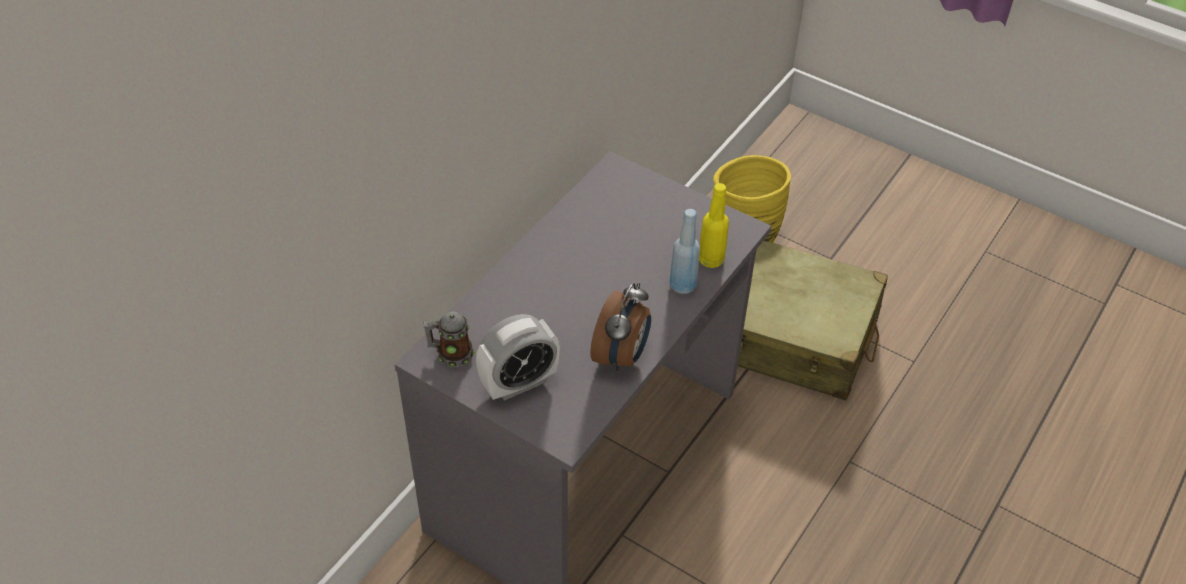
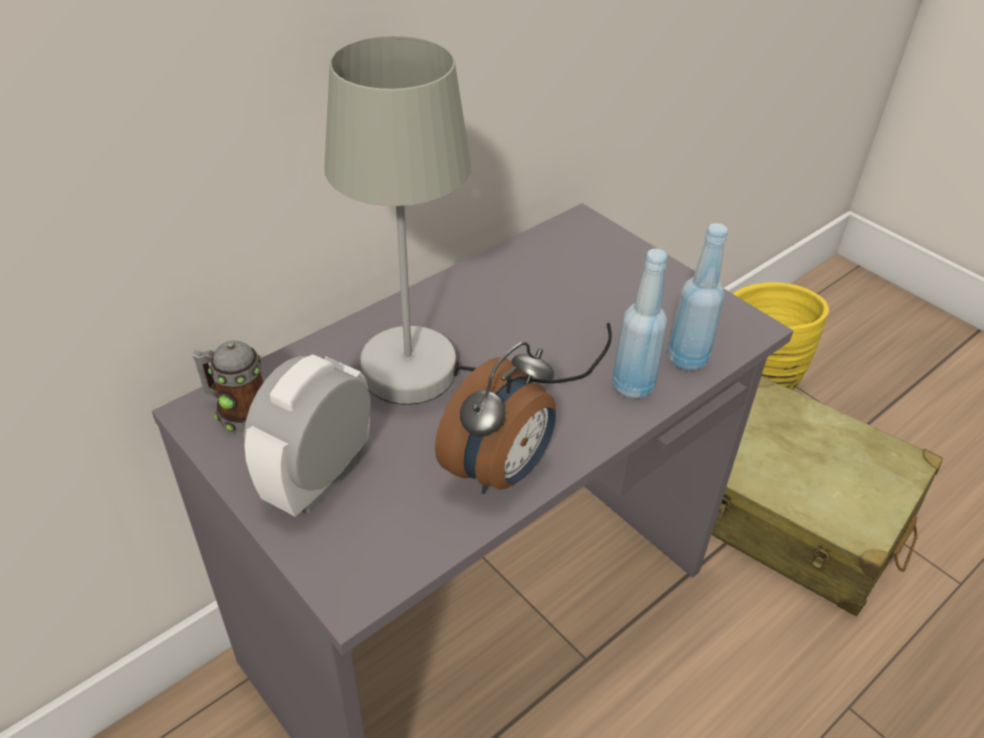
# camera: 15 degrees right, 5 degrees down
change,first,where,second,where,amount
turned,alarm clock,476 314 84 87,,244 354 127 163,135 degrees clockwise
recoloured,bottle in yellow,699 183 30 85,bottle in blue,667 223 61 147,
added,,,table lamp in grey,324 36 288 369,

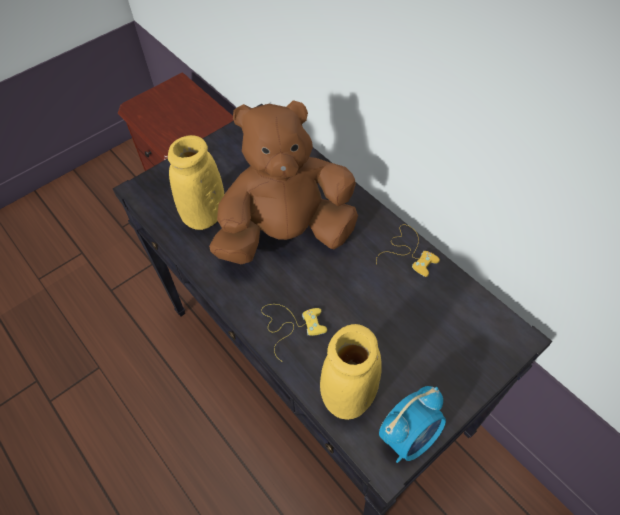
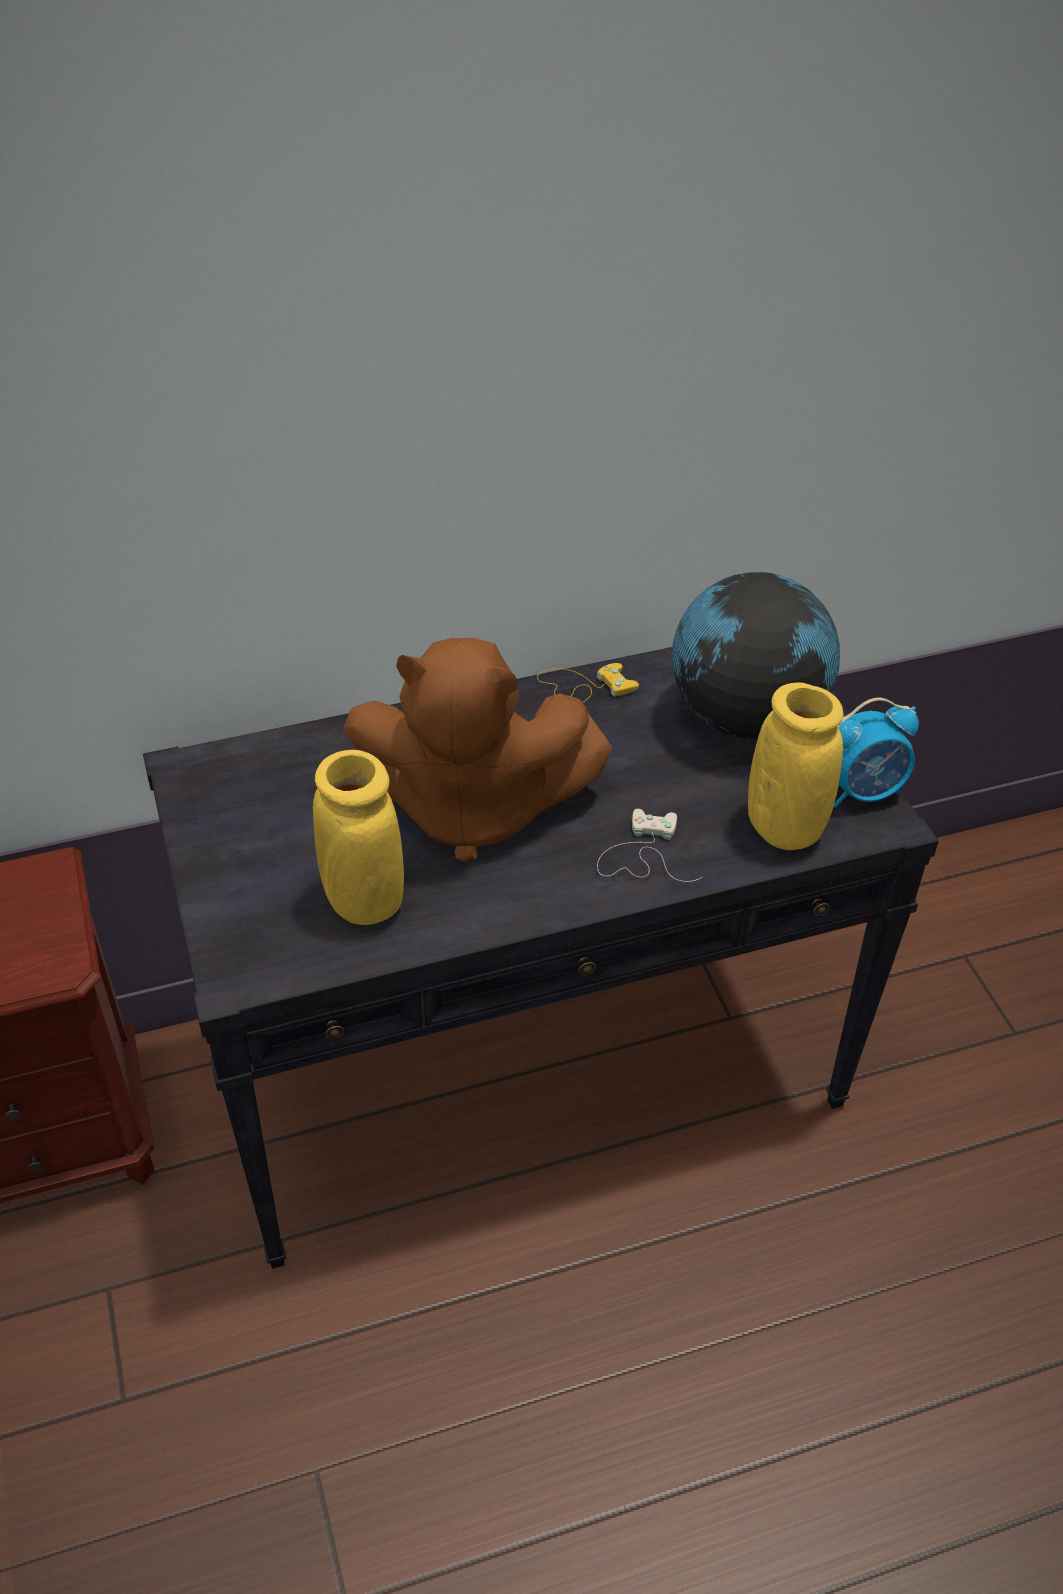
# camera: 70 degrees left, 10 degrees down
change,first,where,second,where,amount
turned,plush toy in brown,209 100 149 164,,343 638 269 225,90 degrees counterclockwise
recoloured,game controller in yellow,261 304 66 58,game controller in white,597 809 106 73,
turned,alarm clock,379 386 67 77,,834 698 85 110,90 degrees clockwise
added,,,globe,672 572 168 167,

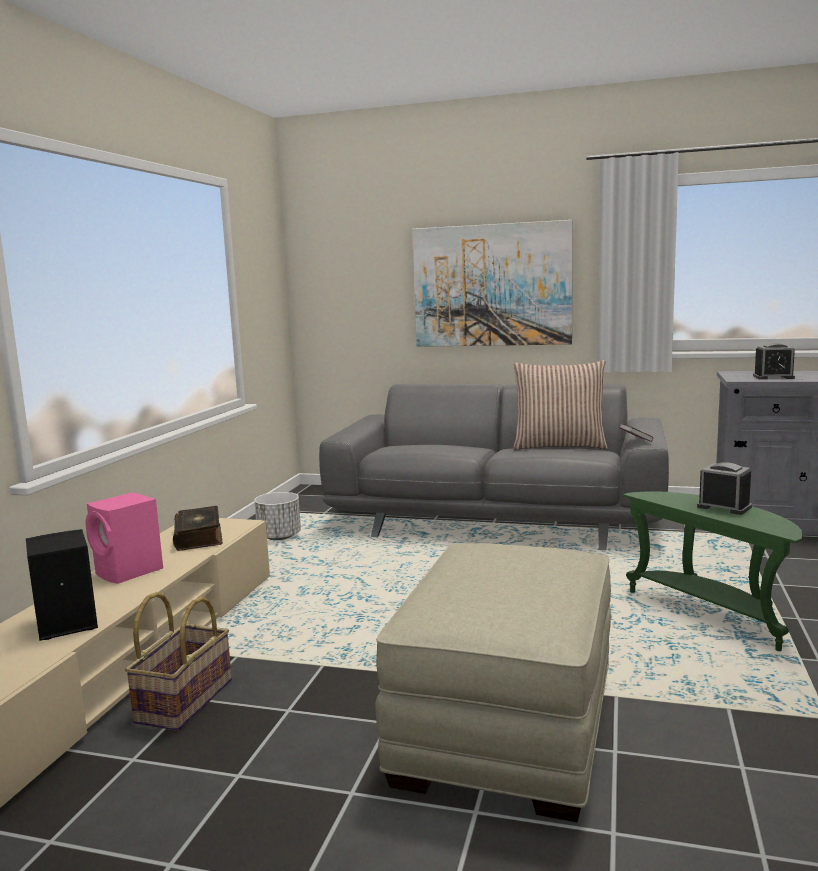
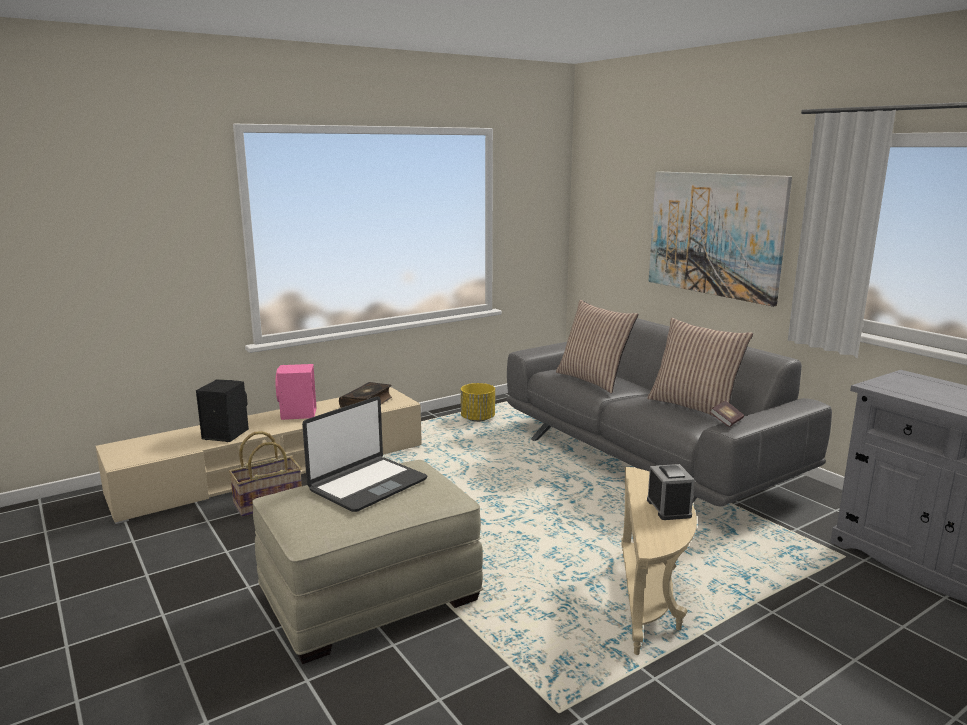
# camera: 40 degrees right, 5 degrees up
change,first,where,second,where,amount
recoloured,planter in white,254 492 47 48,planter in yellow,461 383 34 39,
recoloured,side table in green,622 491 181 160,side table in beige,621 467 76 188,
removed,alarm clock,753 343 42 36,,,
added,,,laptop,302 396 125 116,
added,,,pillow,556 300 82 93,

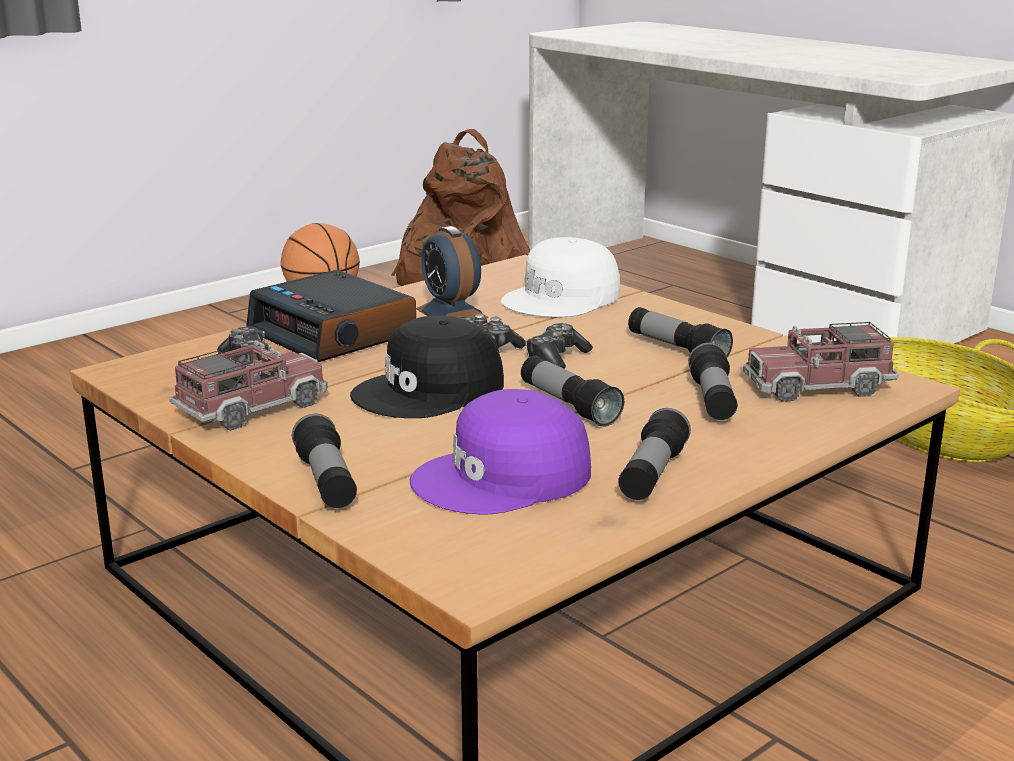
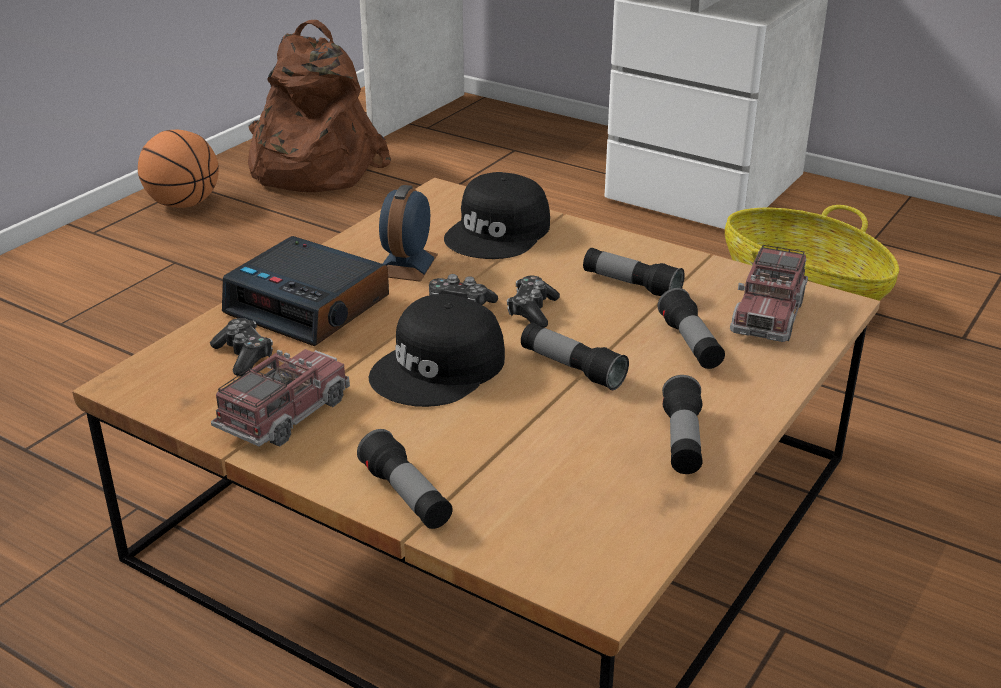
# camera: 15 degrees left, 10 degrees up
change,first,where,second,where,amount
removed,cap in purple,410 389 181 126,,,
turned,alarm clock,416 226 72 93,,379 185 59 97,60 degrees clockwise
recoloured,cap in white,501 237 119 80,cap in black,444 172 106 87,
turned,toy truck,743 322 156 80,,730 245 78 97,45 degrees counterclockwise

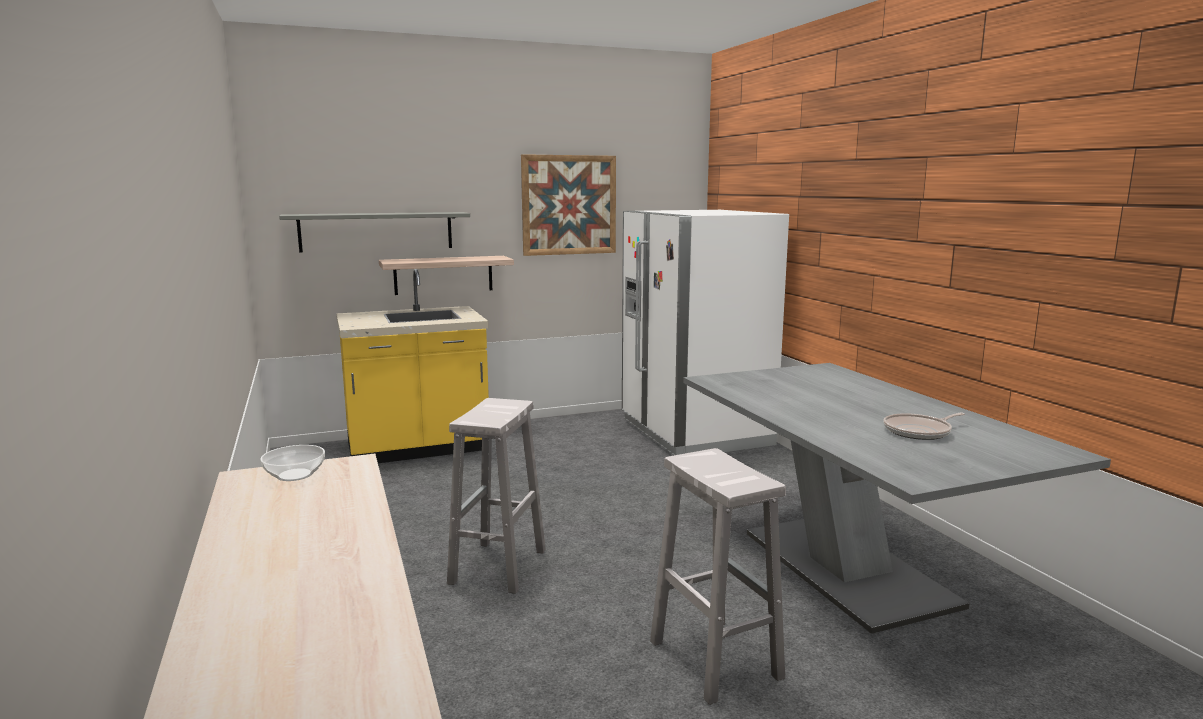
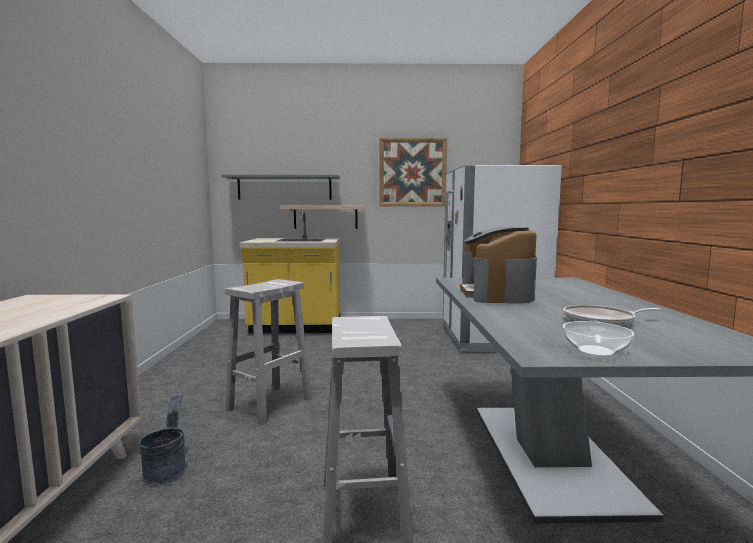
# camera: 20 degrees right, 5 degrees down
change,first,where,second,where,amount
moved,bowl,260 445 65 36,,563 321 72 36,
added,,,bucket in grey,139 393 47 91,
added,,,coffee machine,460 227 77 76,

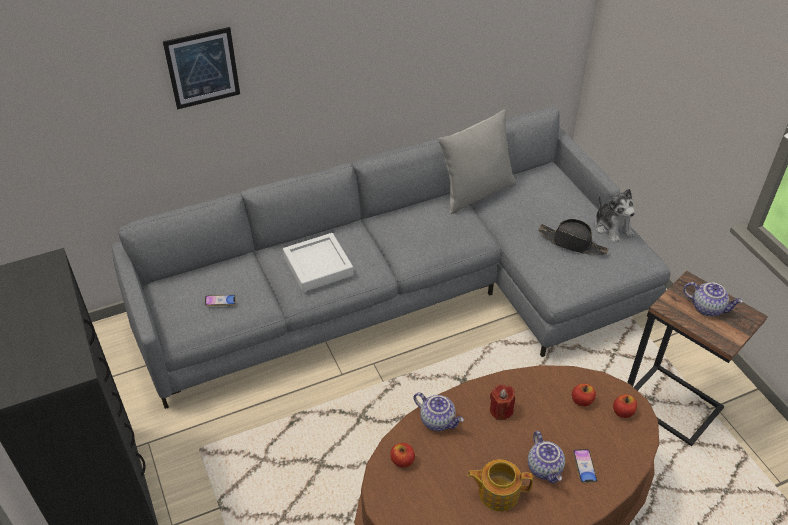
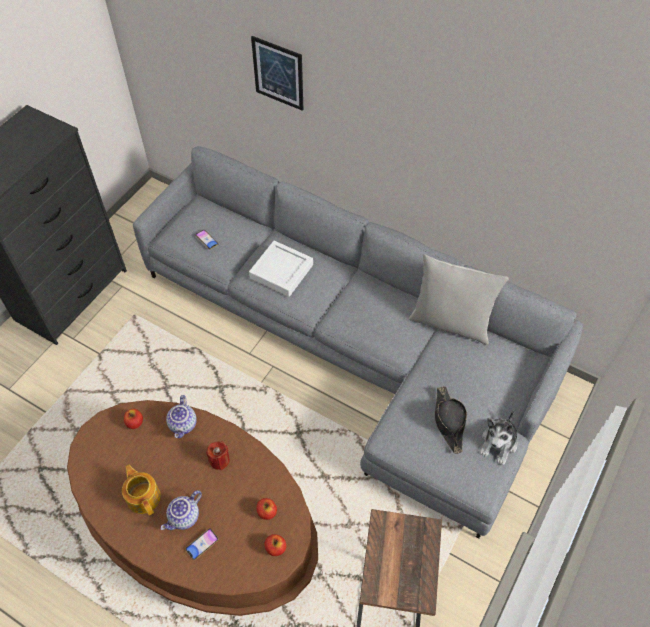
# camera: 55 degrees right, 10 degrees up
change,first,where,second,where,amount
removed,teapot,683 282 60 34,,,

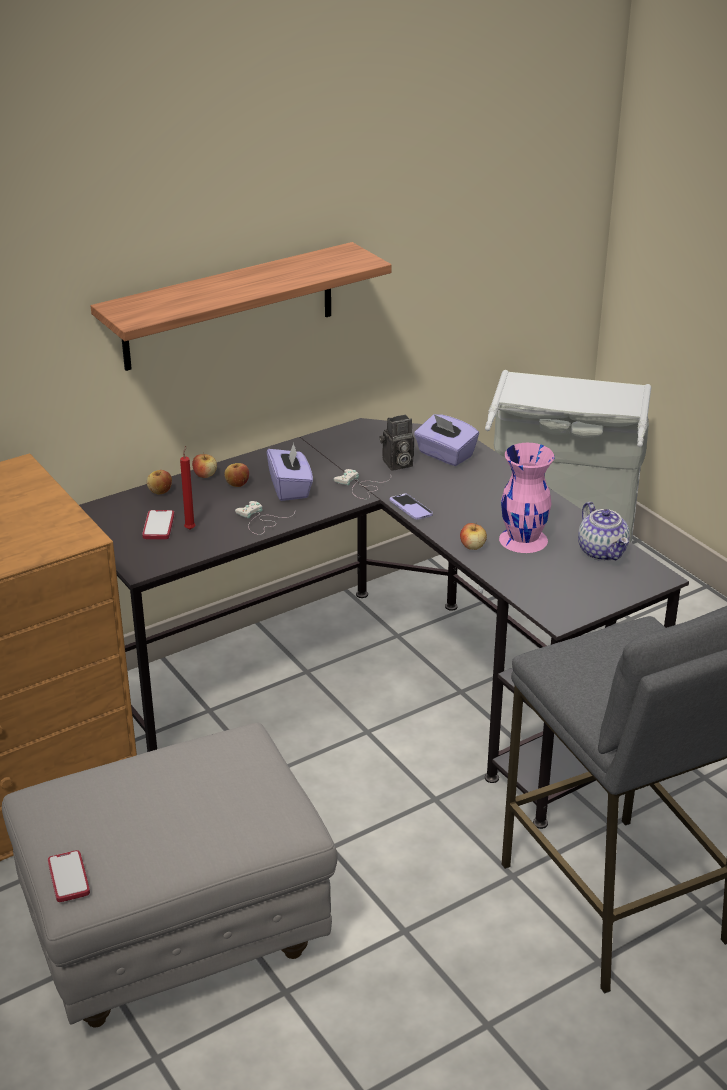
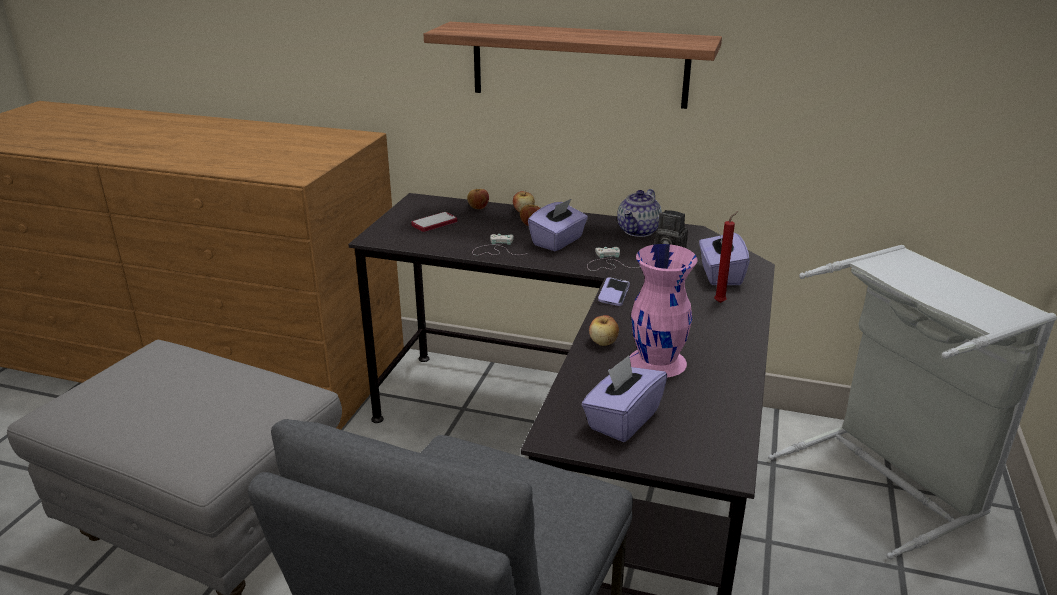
# camera: 50 degrees right, 5 degrees down
change,first,where,second,where,amount
removed,phone,48 850 42 52,,,
moved,candle in red,180 446 15 84,,714 211 24 92,
moved,teapot,578 502 52 59,,617 189 45 48,
added,,,tissue box in purple,582 355 85 87,

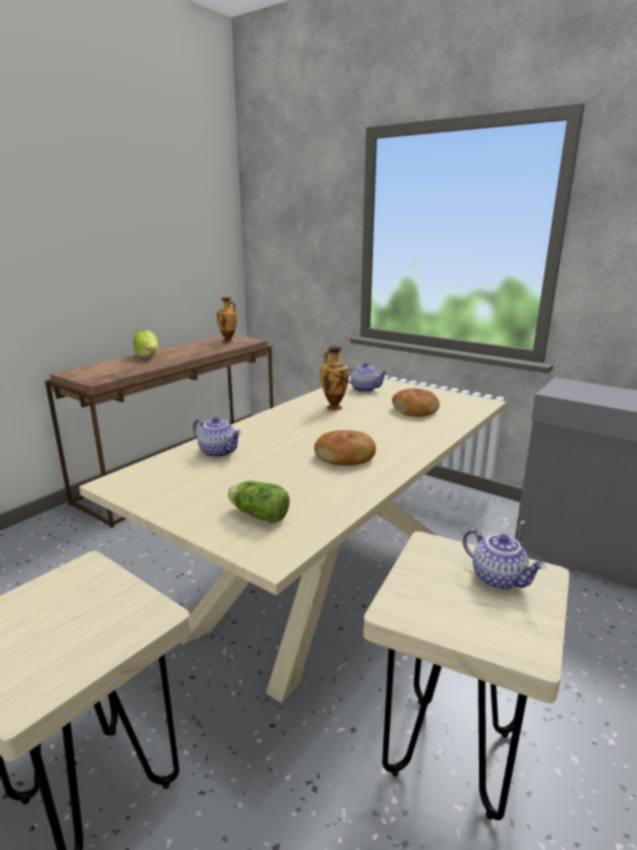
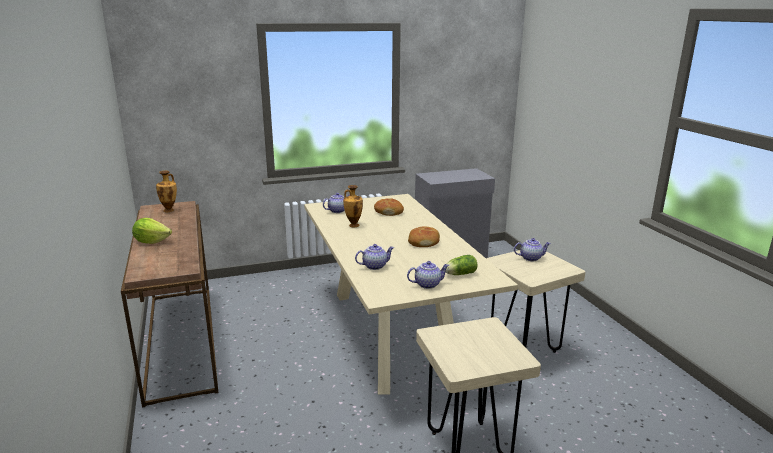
# camera: 55 degrees left, 0 degrees up
change,first,where,second,where,amount
added,,,teapot,407 261 42 28,

